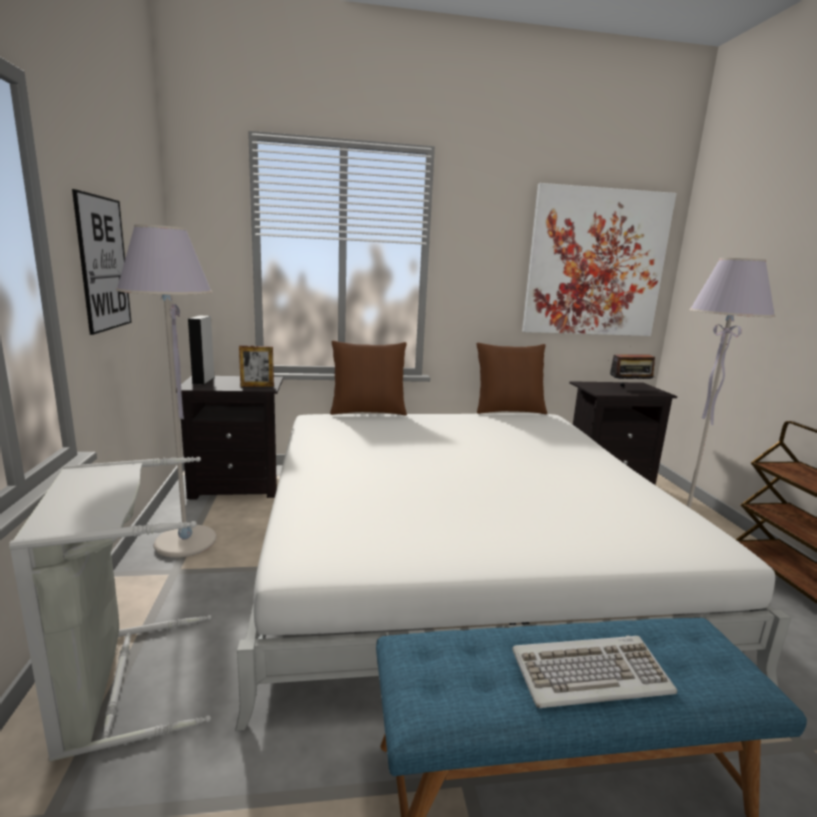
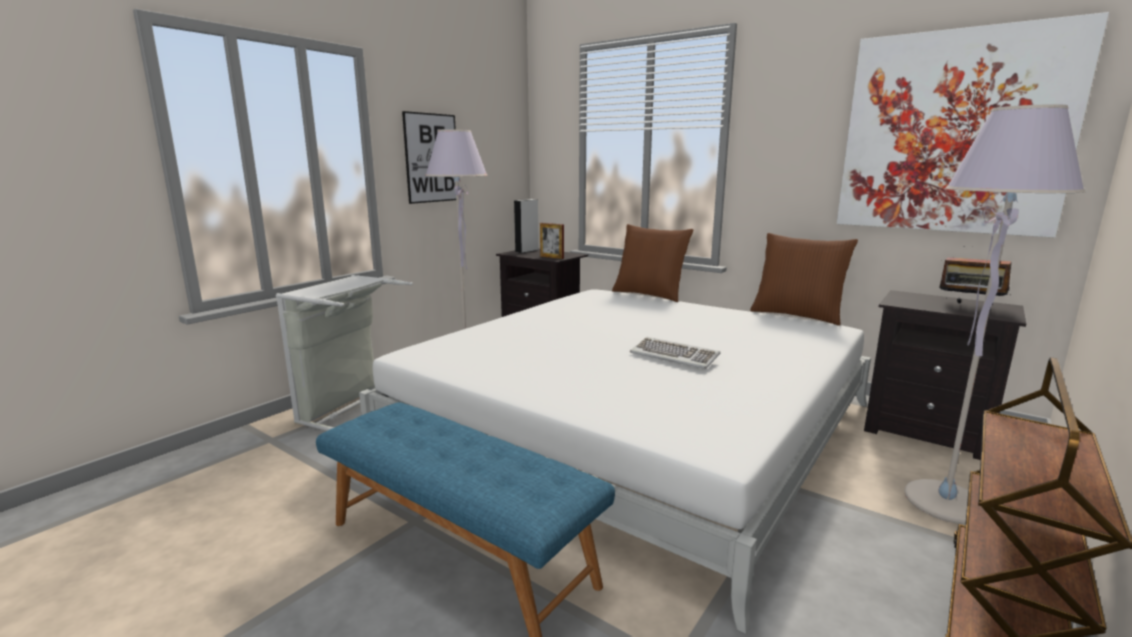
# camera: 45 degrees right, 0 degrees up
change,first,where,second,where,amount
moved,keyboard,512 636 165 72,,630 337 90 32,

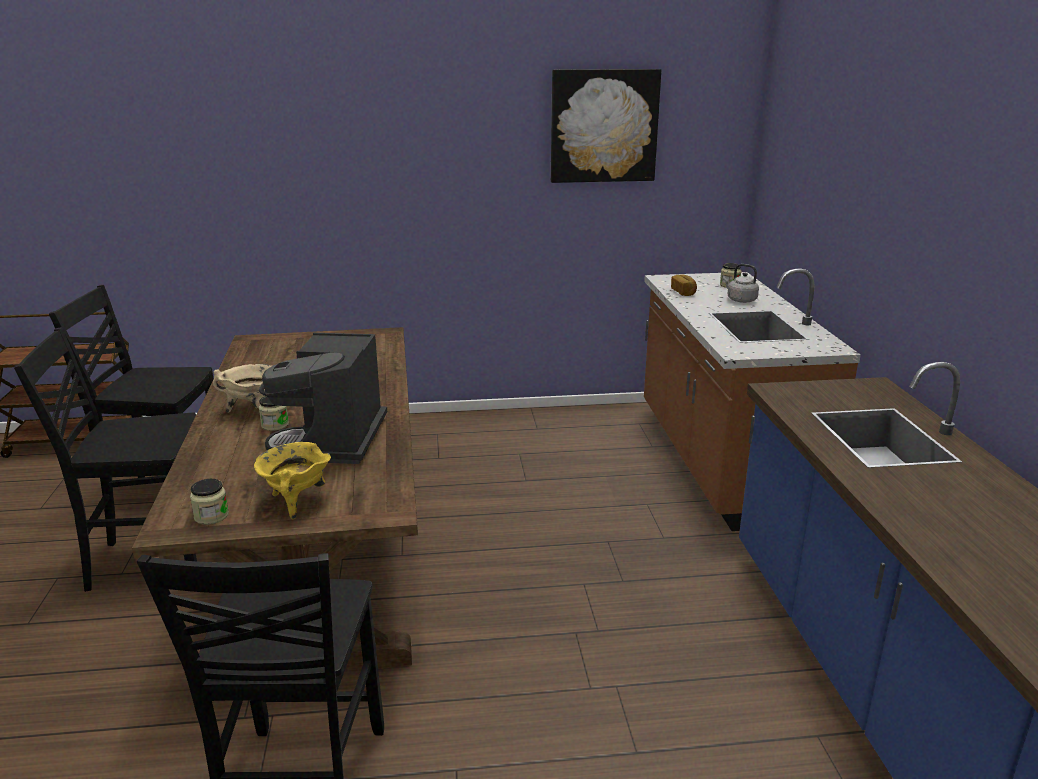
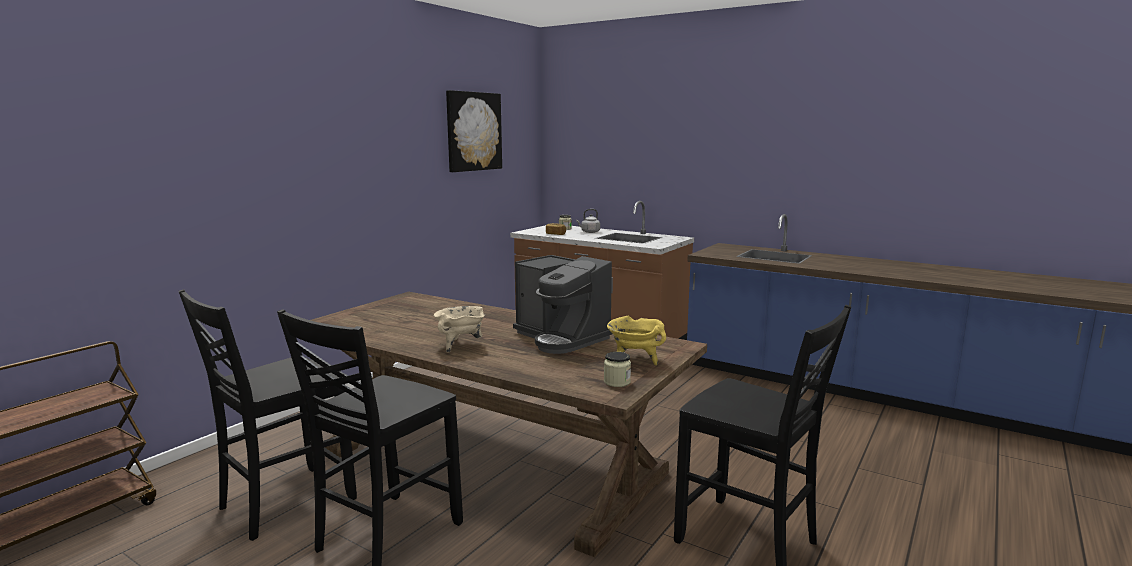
# camera: 50 degrees left, 10 degrees down
change,first,where,second,where,amount
removed,jar,259 396 30 35,,,

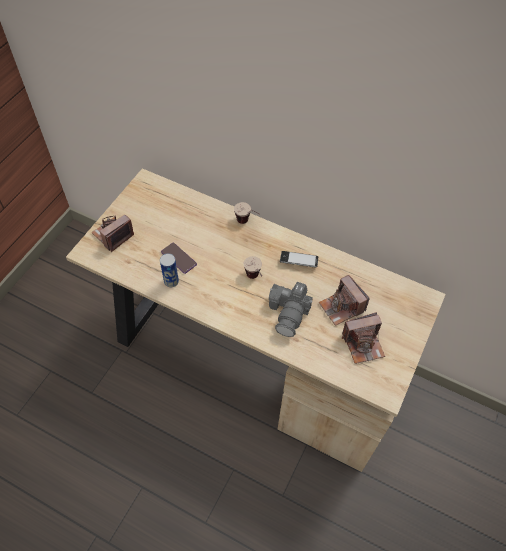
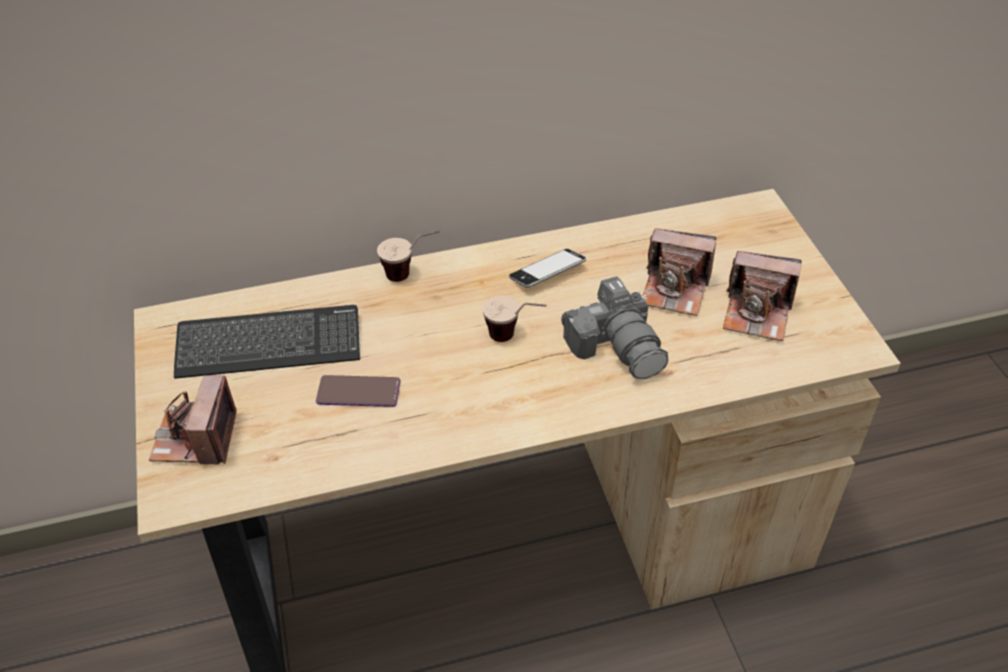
# camera: 40 degrees left, 10 degrees down
change,first,where,second,where,amount
removed,can,160 253 19 34,,,
turned,photo camera,342 312 43 52,,723 251 79 90,75 degrees clockwise
added,,,keyboard,174 305 186 74,

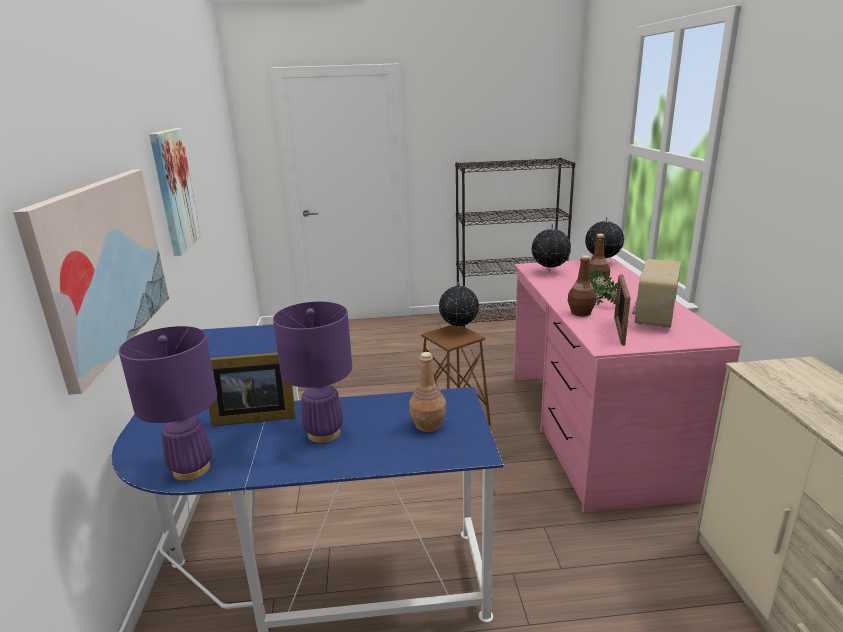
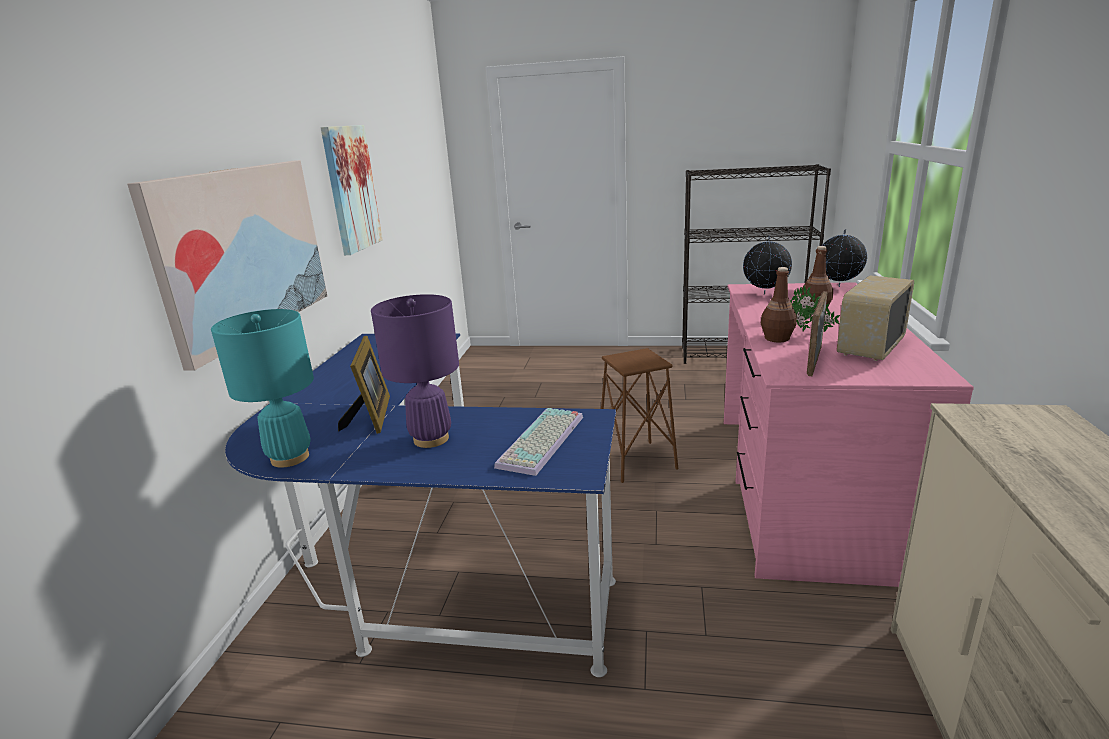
# camera: 15 degrees right, 0 degrees up
change,first,where,second,where,amount
recoloured,table lamp in purple,119 326 98 155,table lamp in turquoise,211 309 103 159,
turned,picture frame,209 353 87 73,,338 336 52 98,105 degrees counterclockwise
replaced,bottle in brown,409 352 37 80,keyboard,494 408 89 68,
removed,globe,439 282 40 48,,,

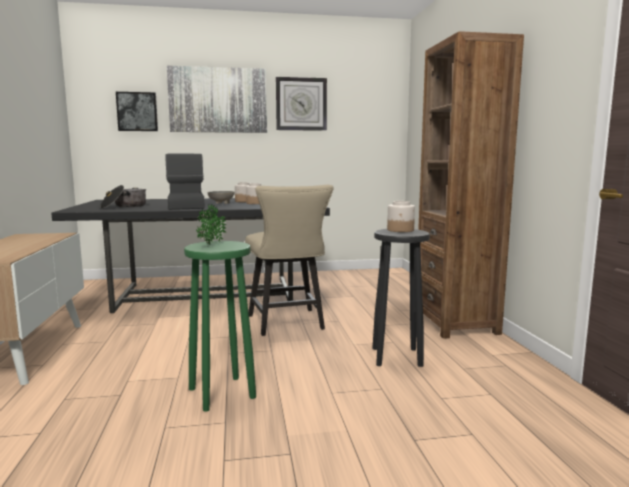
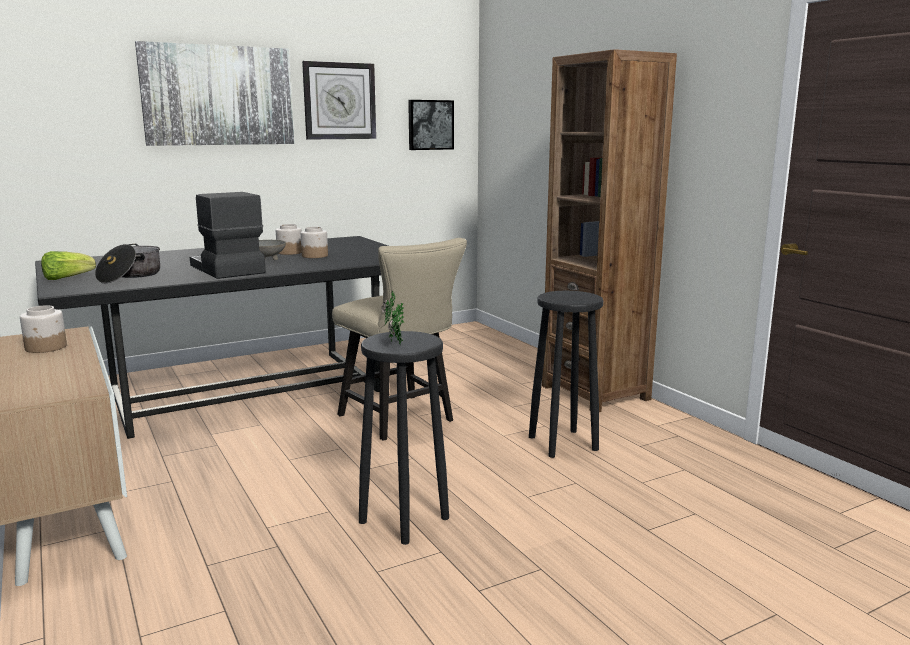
# camera: 20 degrees left, 5 degrees up
change,first,where,second,where,amount
moved,picture,116 92 42 39,,408 100 46 50,
recoloured,stool in green,184 241 72 171,stool in black,359 331 90 214,
moved,jar,387 201 28 31,,20 305 47 48,
added,,,lettuce,41 251 55 29,

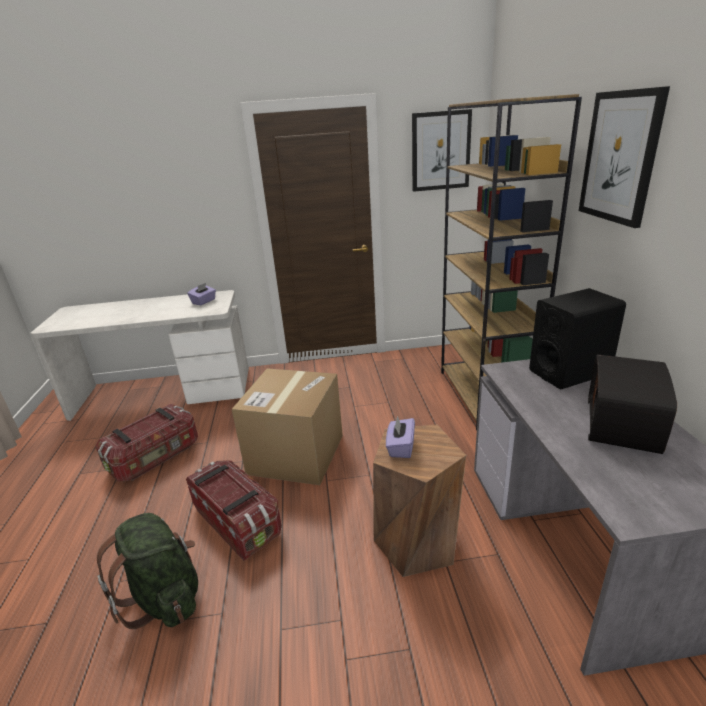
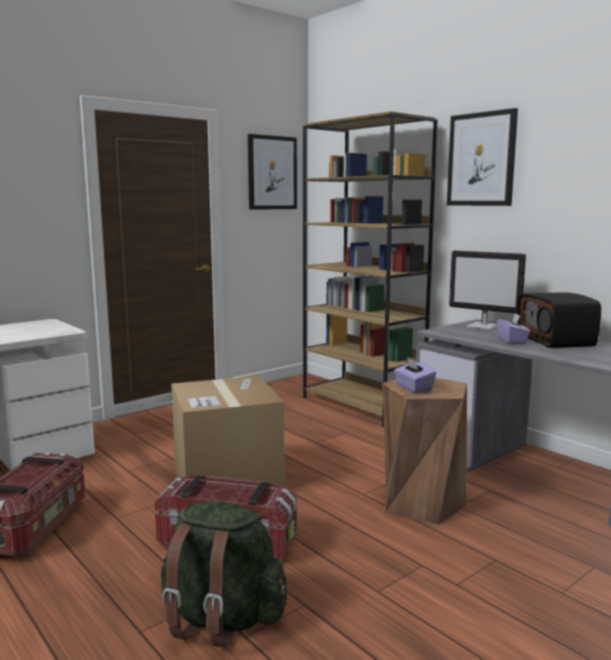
# camera: 35 degrees left, 15 degrees down
change,first,where,second,where,amount
moved,tissue box in purple,187 283 29 22,,497 313 34 31,
replaced,speaker in black,529 288 97 101,monitor,449 251 77 79,

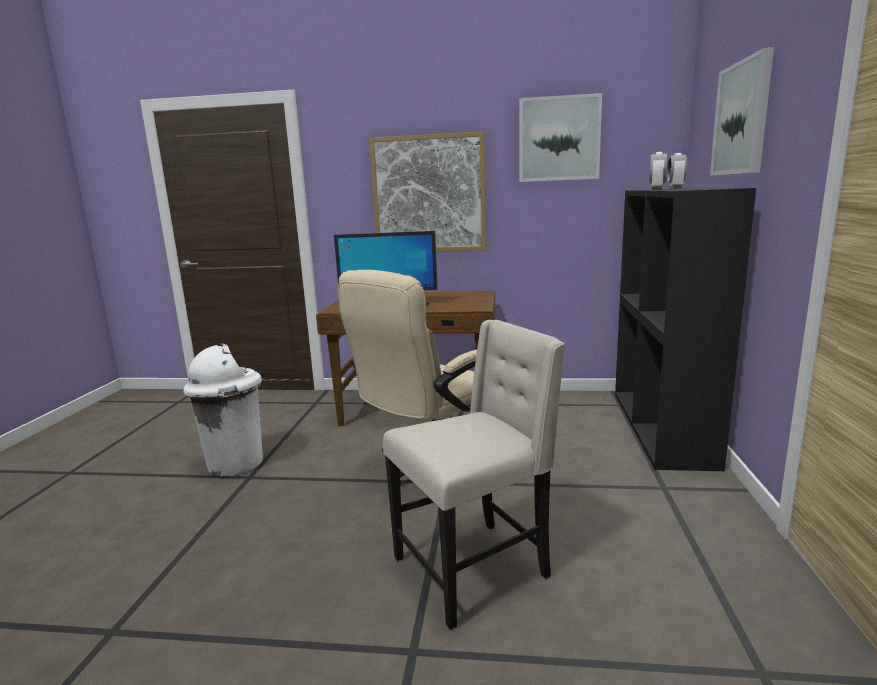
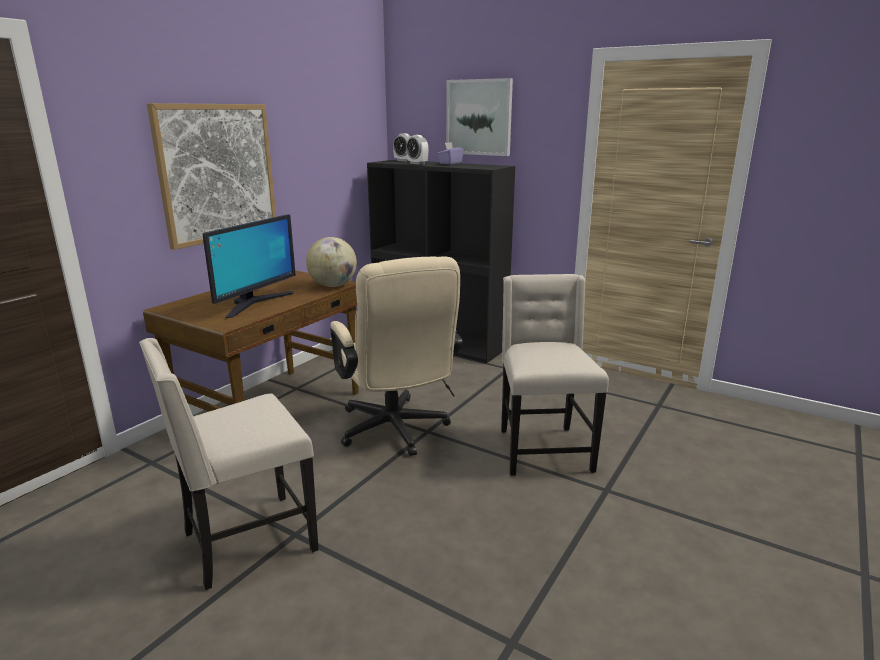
# camera: 65 degrees left, 5 degrees up
change,first,where,second,where,amount
replaced,trash can in white,183 343 80 134,chair in beige,139 338 180 252,
removed,picture,519 93 83 89,,,
added,,,globe,306 237 51 50,
added,,,tissue box in purple,437 142 27 22,

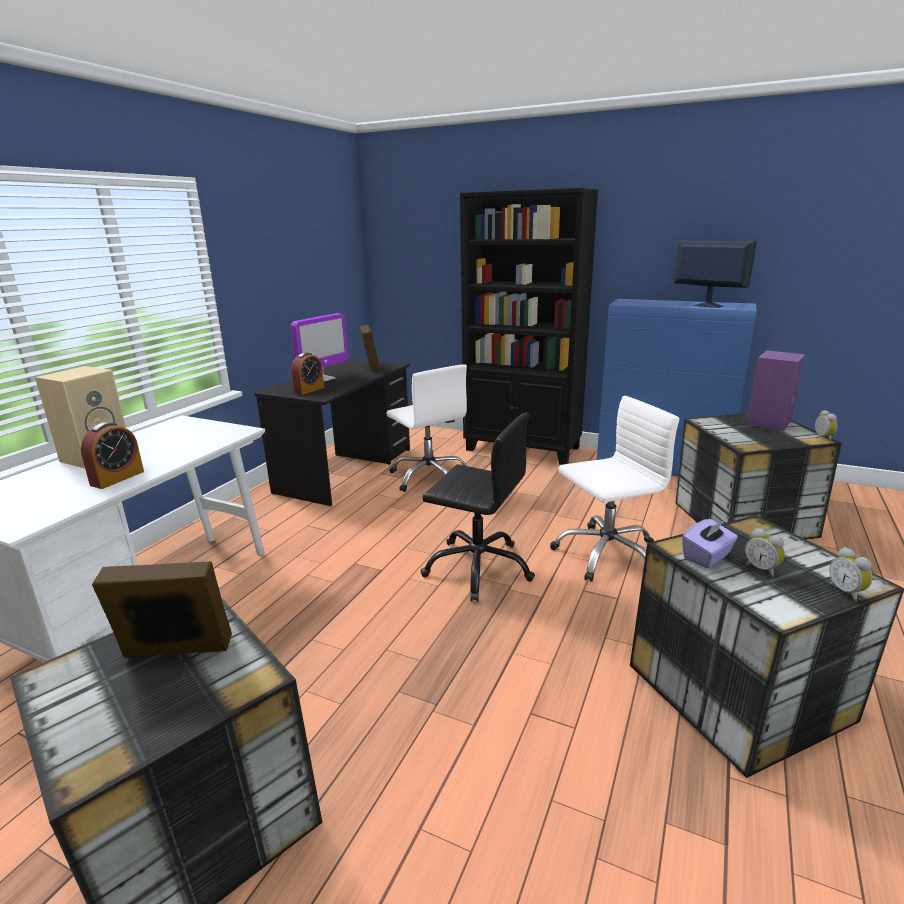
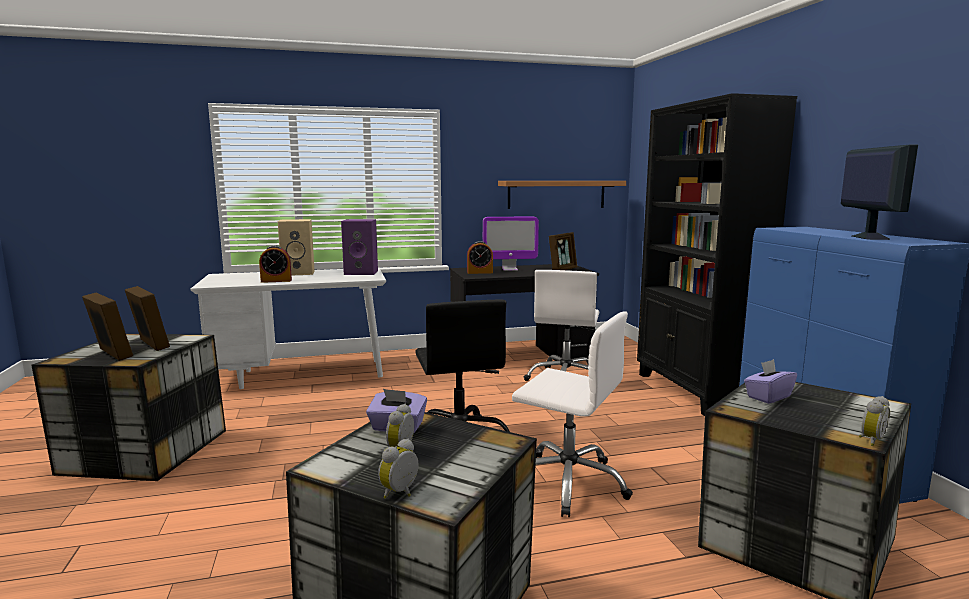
# camera: 50 degrees right, 10 degrees down
change,first,where,second,where,amount
moved,speaker in purple,746 350 59 81,,341 219 37 56,
added,,,picture frame,82 293 51 68,
added,,,shelf,498 181 128 28,
added,,,tissue box in purple,744 359 53 45,

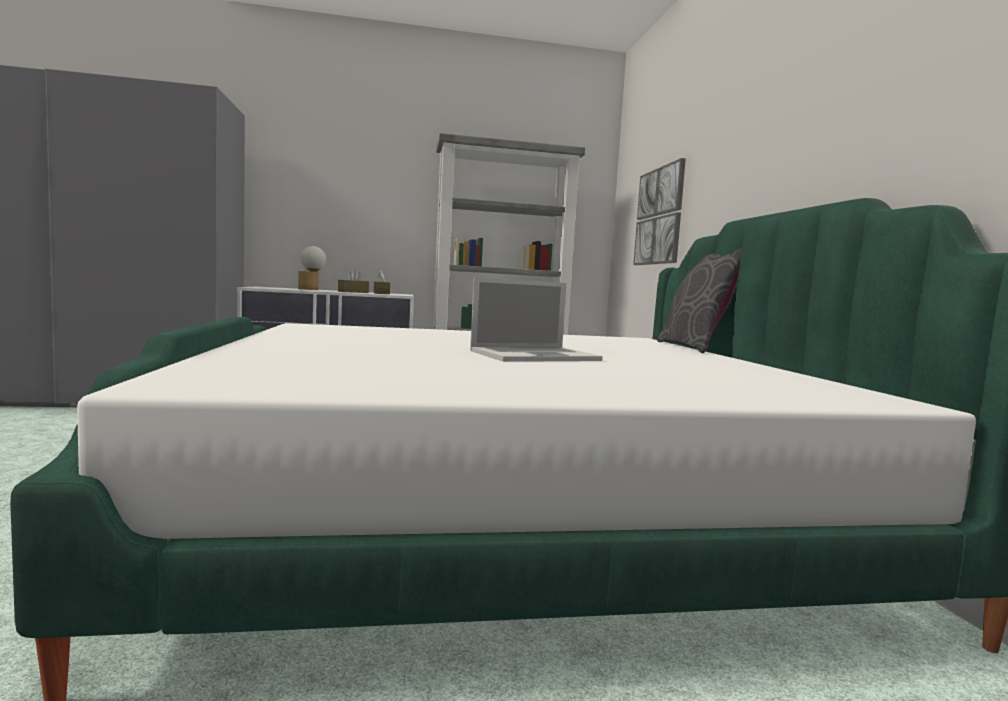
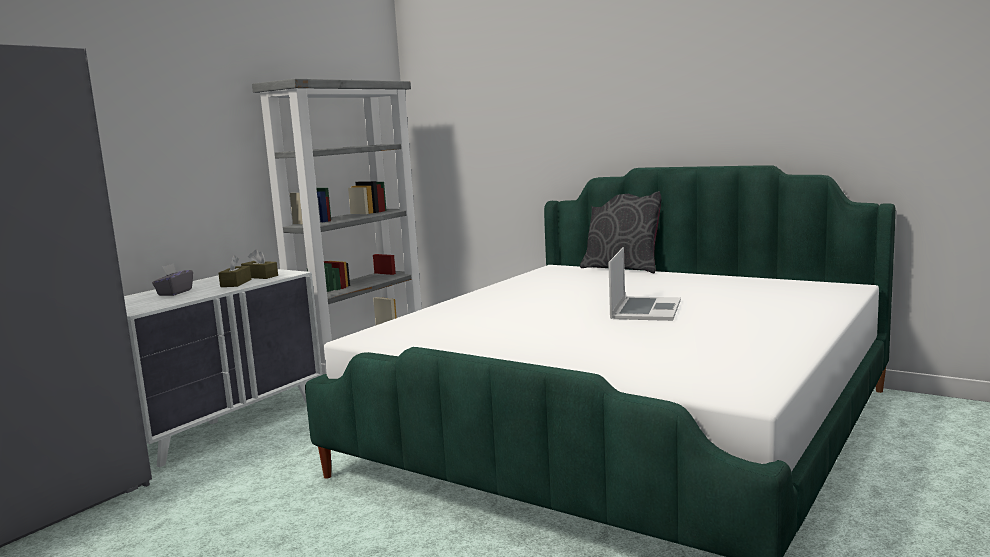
# camera: 45 degrees left, 5 degrees up
change,first,where,second,where,amount
replaced,table lamp,298 246 28 44,tissue box in grey,152 264 41 32,
removed,picture,633 158 53 107,,,

